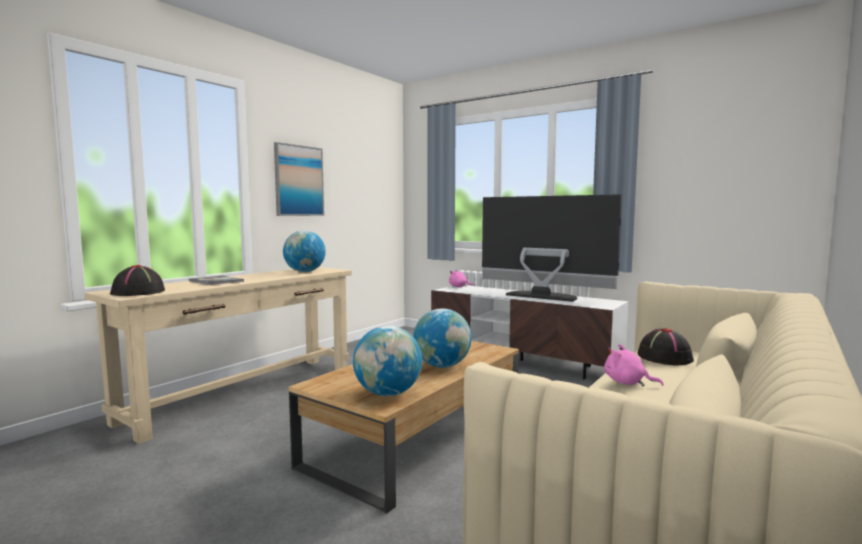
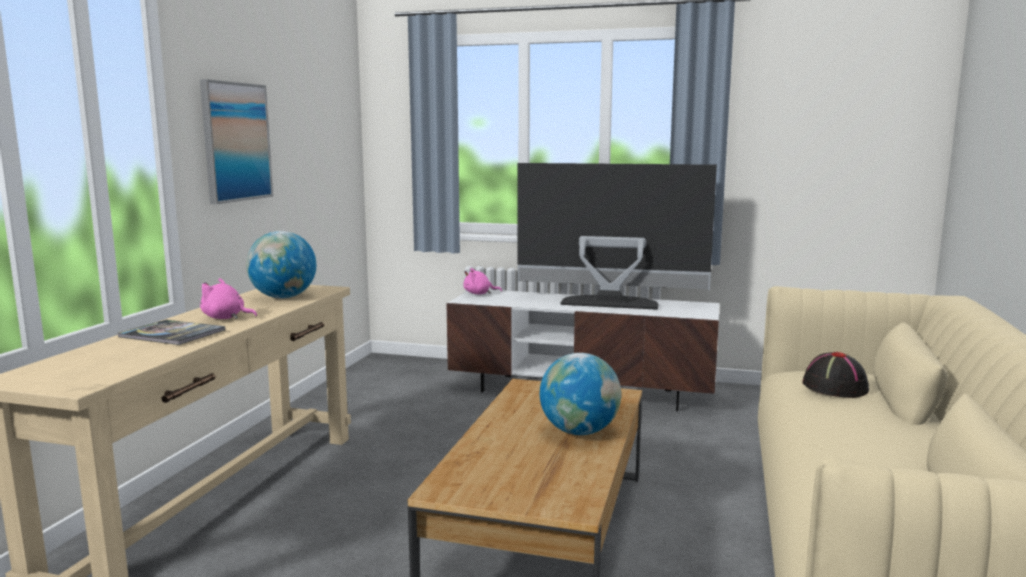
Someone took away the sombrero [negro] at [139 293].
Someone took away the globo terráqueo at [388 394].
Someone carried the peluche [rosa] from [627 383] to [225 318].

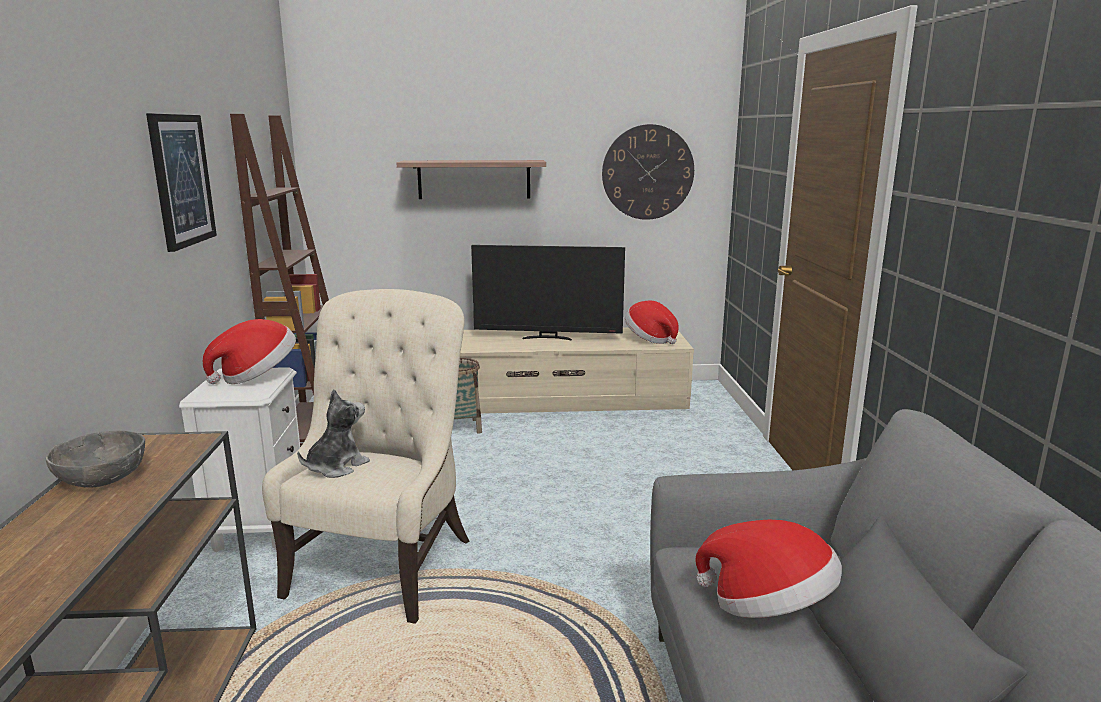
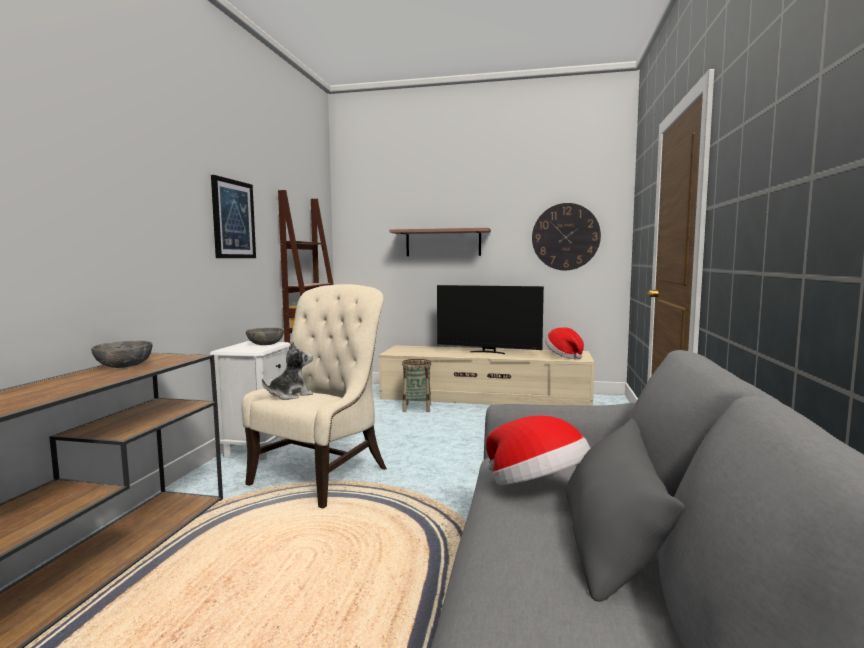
Someone swapped the sombrero at [257 376] for the cuenco [gris] at [265 344].

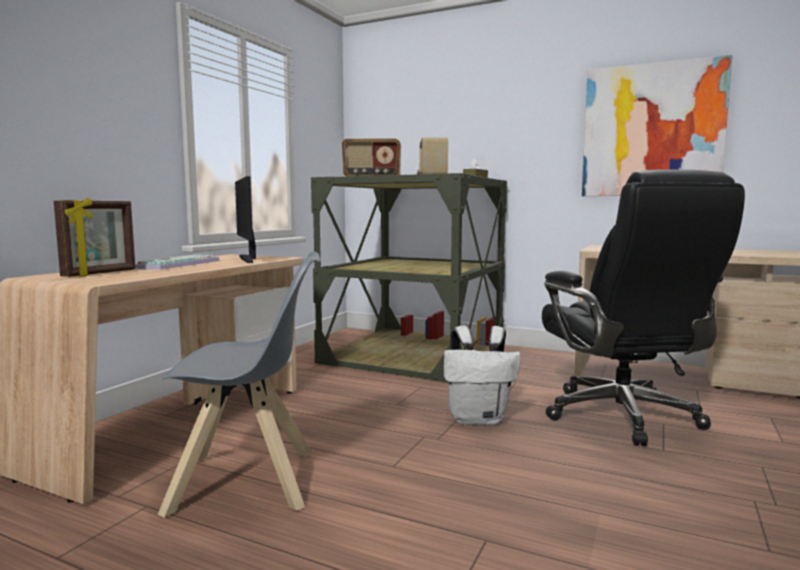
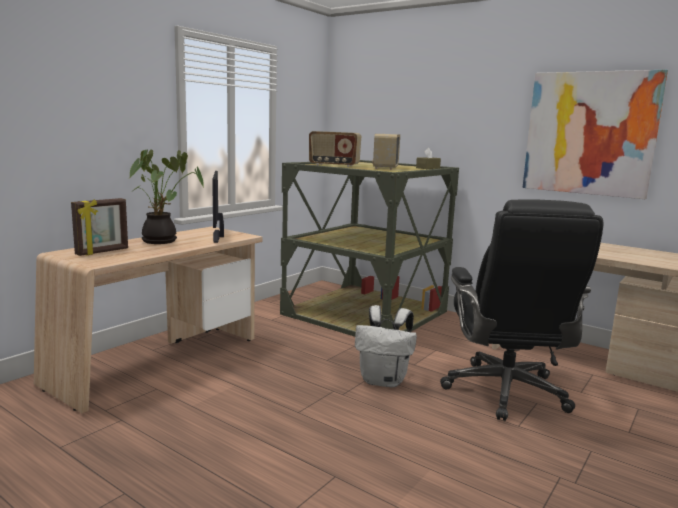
Someone took away the silla [gris] at [249 481].
Someone swapped the teclado at [178 264] for the planta en maceta at [163 241].

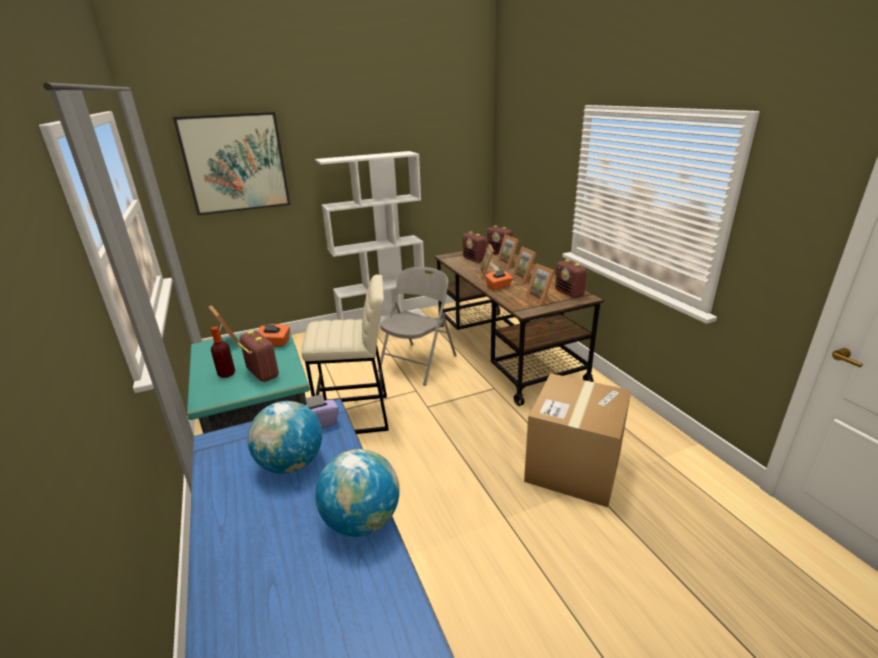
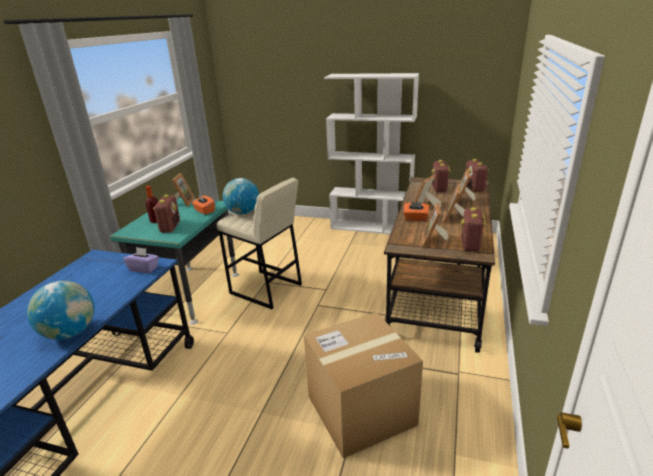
Someone took away the cuadro at [235 163].
Someone took away the silla [gris] at [418 363].
Someone carried the globo terráqueo from [291 464] to [243 212].

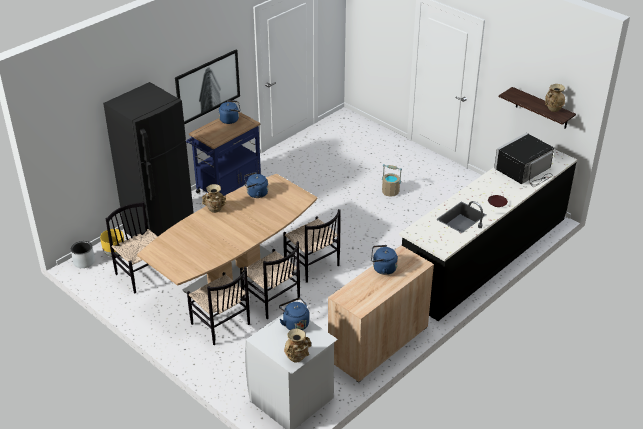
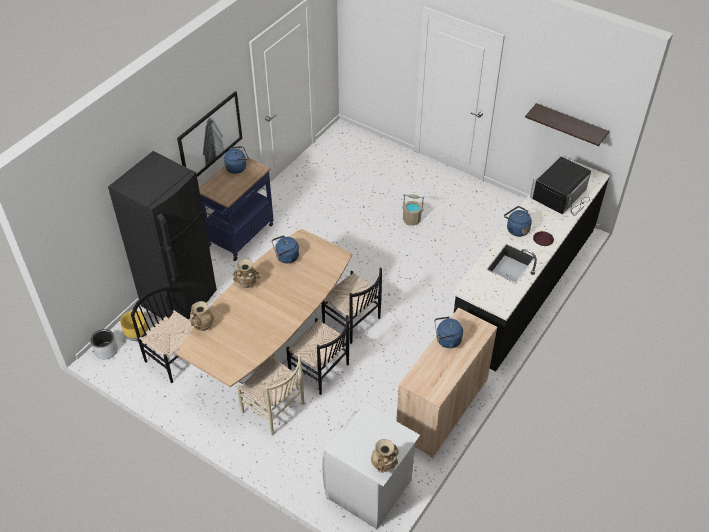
Someone carried the hervidor [azul] from [295 323] to [516 229].
Someone carried the florero [beis] from [553 109] to [202 326].
Someone repainted the silla [negro] at [222 326], which became the silla [beis] at [275 410].

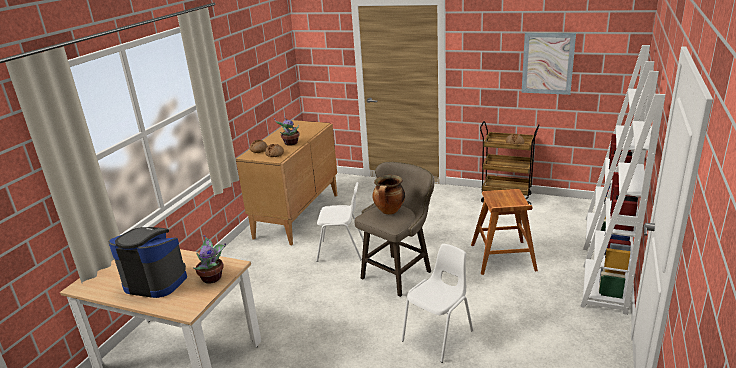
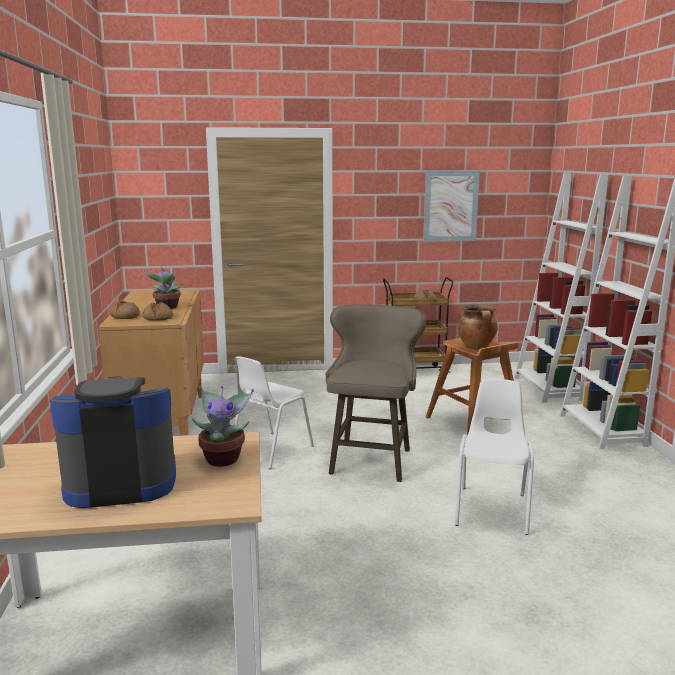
Someone carried the olla from [389 211] to [477 348].
Someone rotated the silla [blanco] at [341 251] by 150 degrees clockwise.

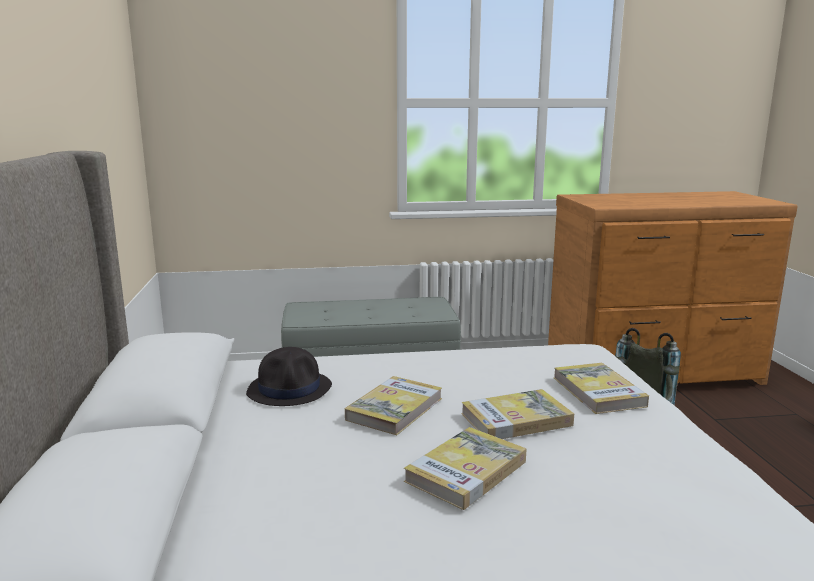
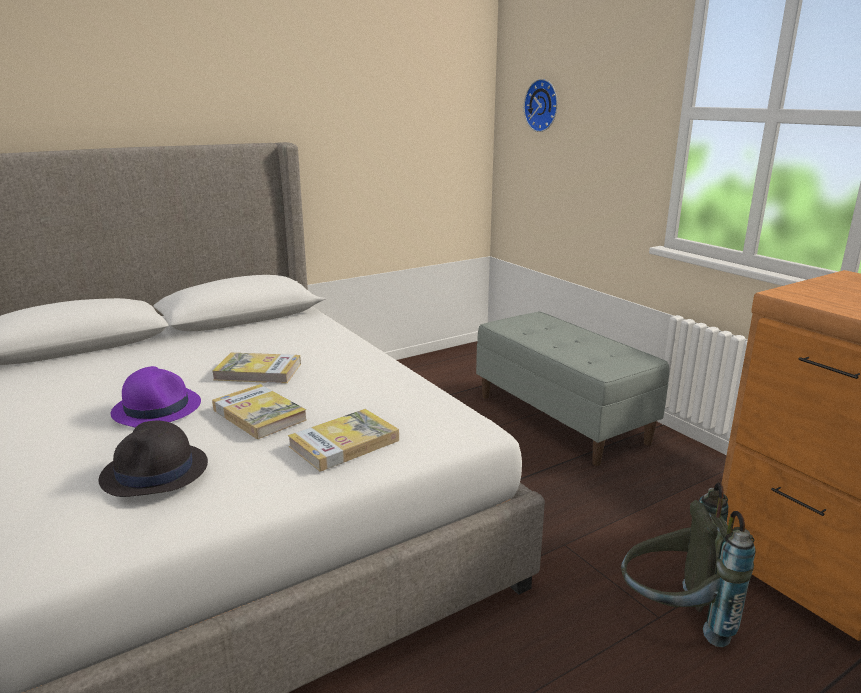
Someone put up the reloj de pared at [543 105].
Someone carried the sombrero [negro] from [290 389] to [155 472].
Someone swapped the libro at [466 471] for the sombrero [morado] at [157 408].

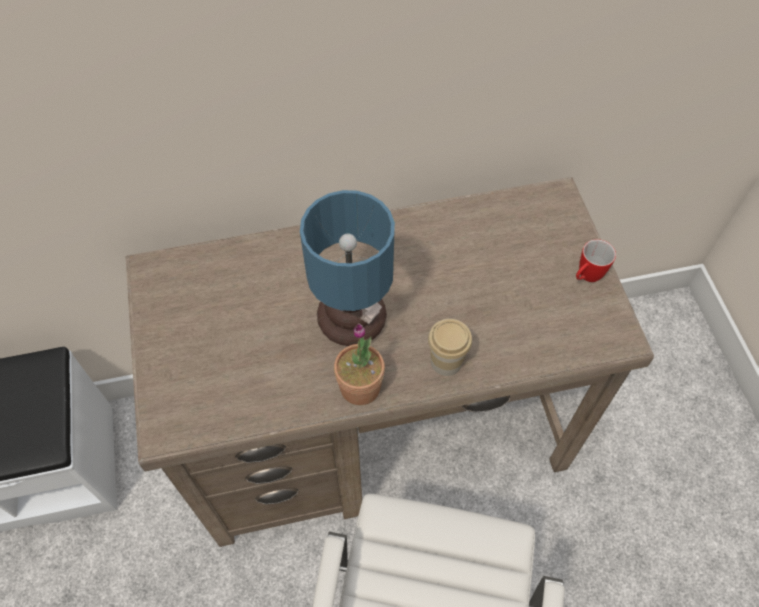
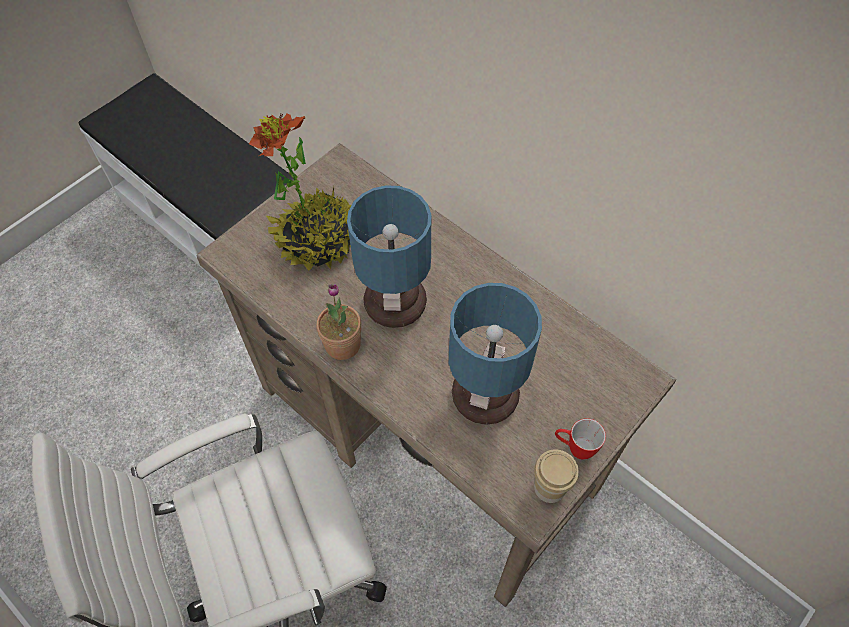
Someone put down the planta en maceta at [318 240].
Someone put down the lámpara de mesa at [485 398].
Someone carried the taza from [446 361] to [549 487].

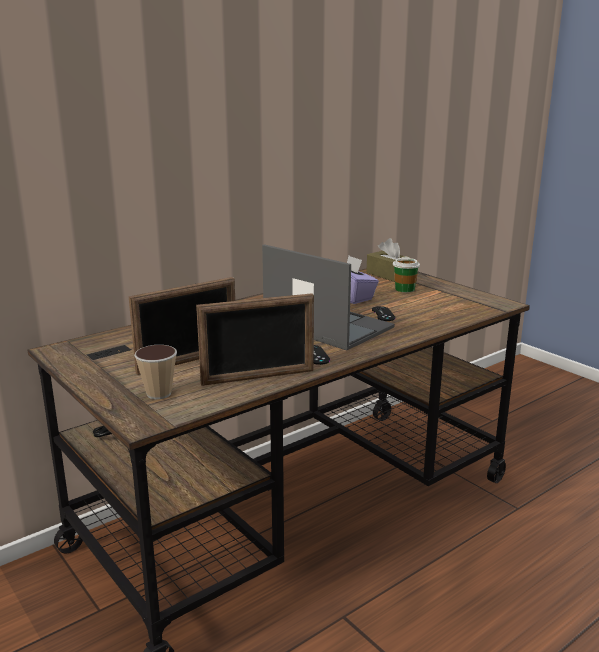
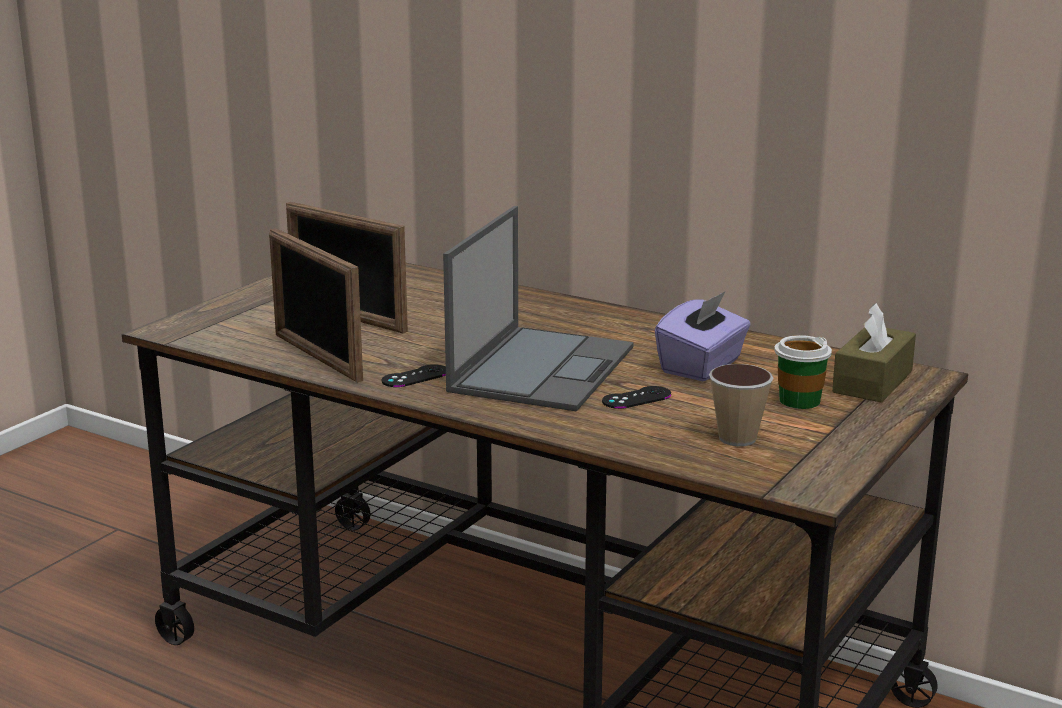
Someone carried the taza from [159 393] to [737 438].

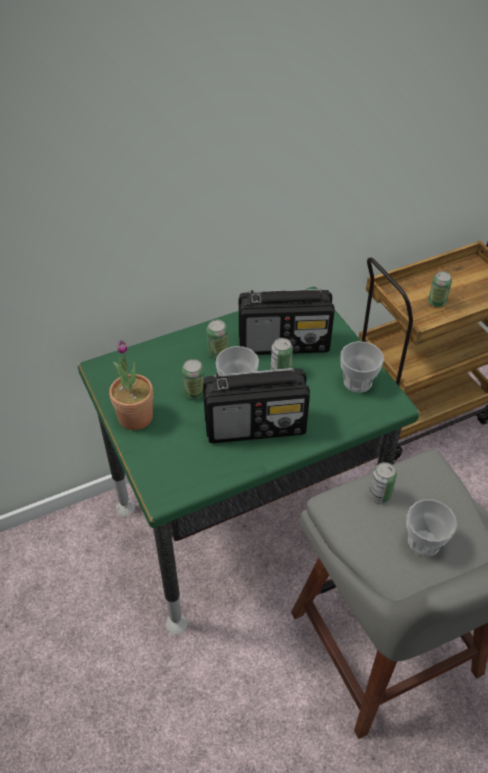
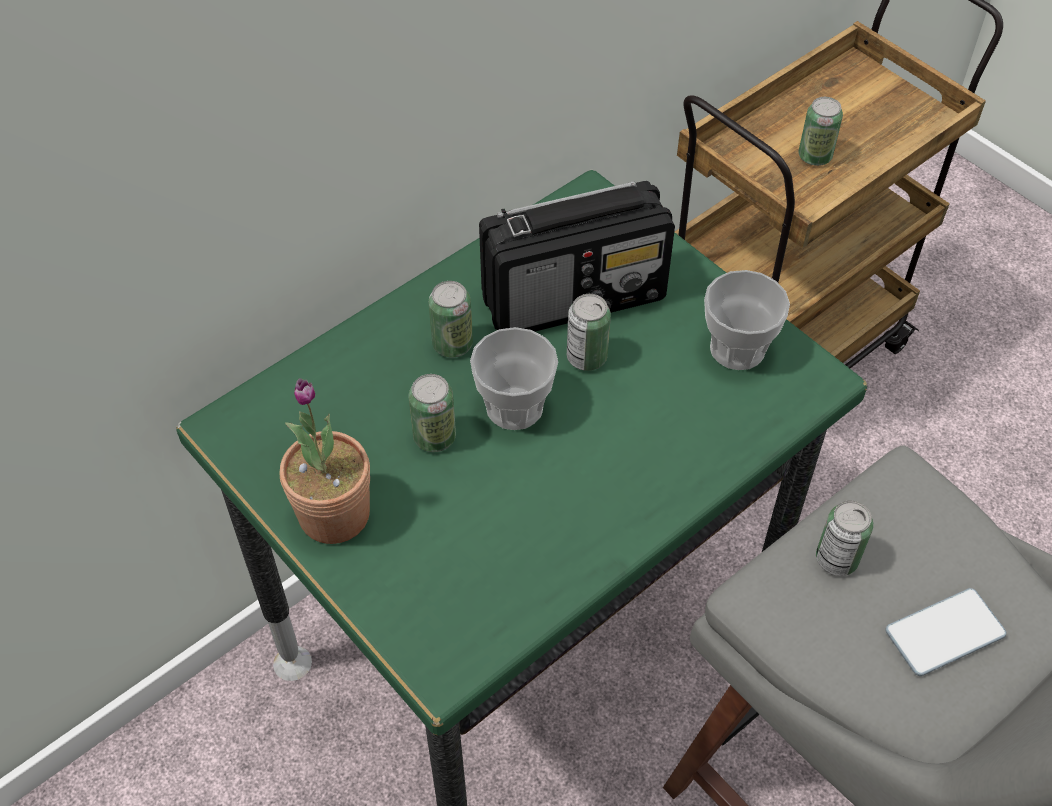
Someone took away the radio at [256 426].
Someone swapped the taza at [424 542] for the móvil at [944 633].

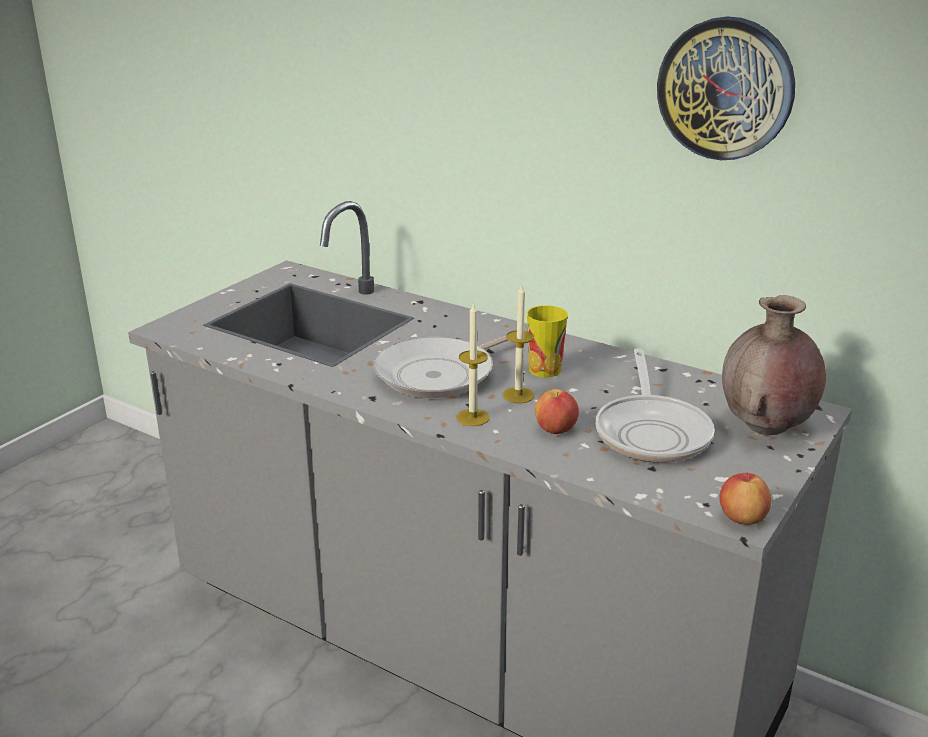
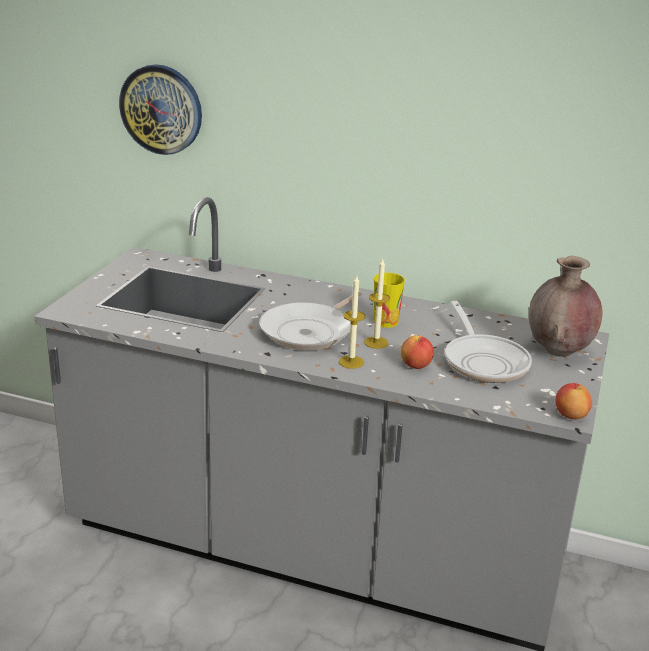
Someone carried the reloj de pared from [725 89] to [161 109].

